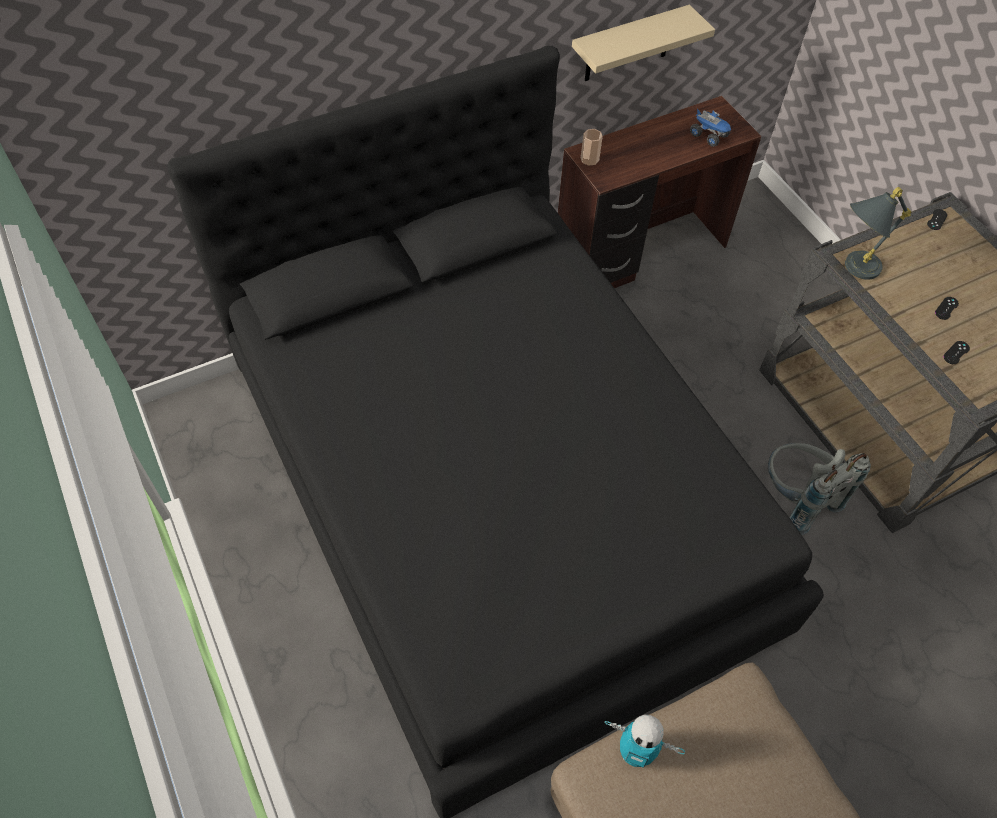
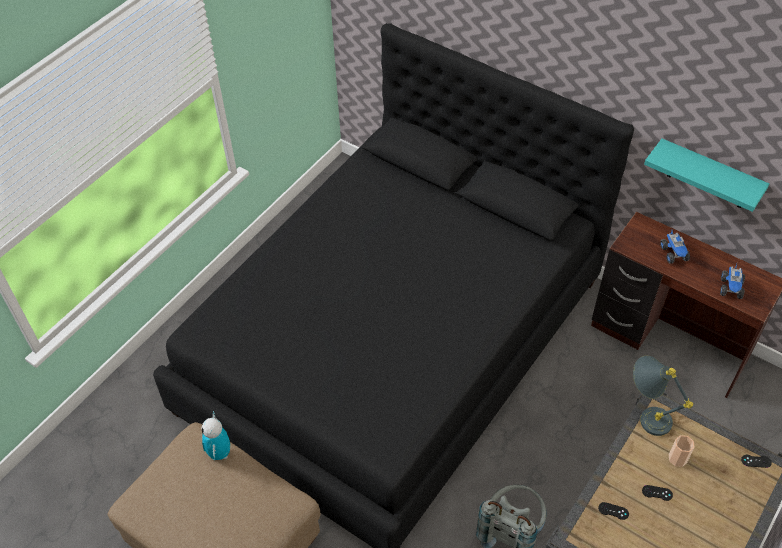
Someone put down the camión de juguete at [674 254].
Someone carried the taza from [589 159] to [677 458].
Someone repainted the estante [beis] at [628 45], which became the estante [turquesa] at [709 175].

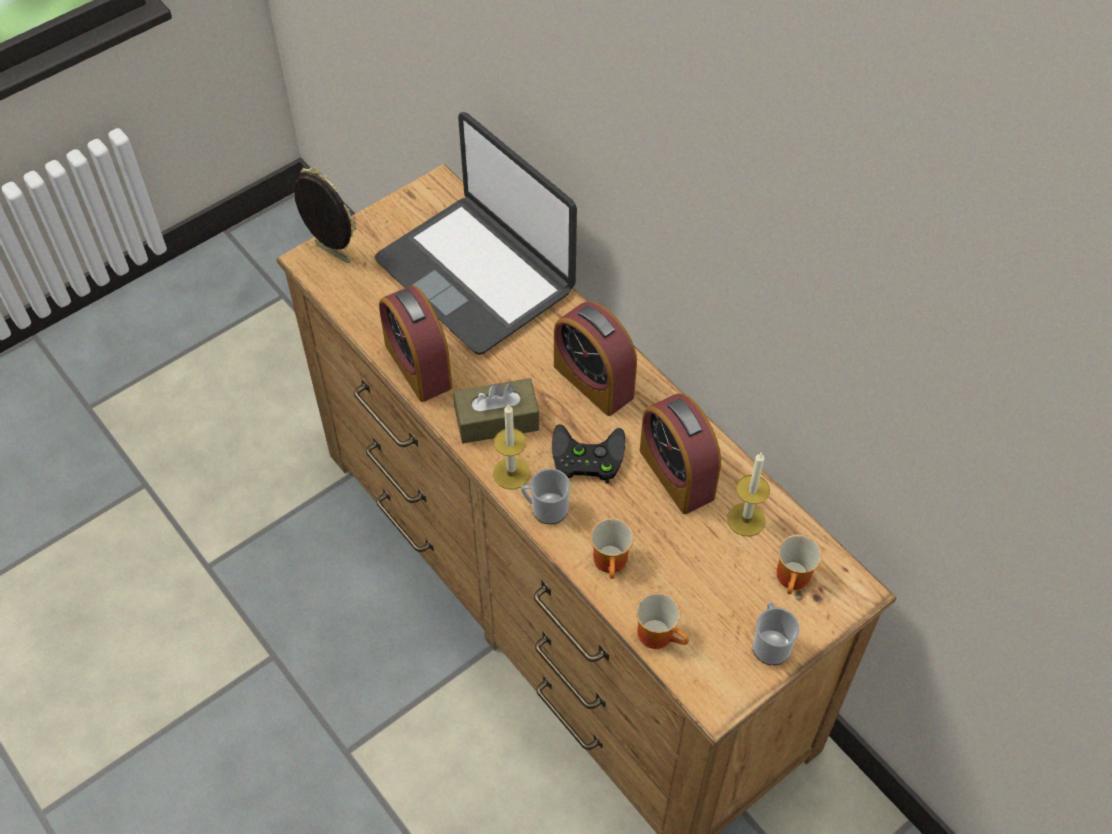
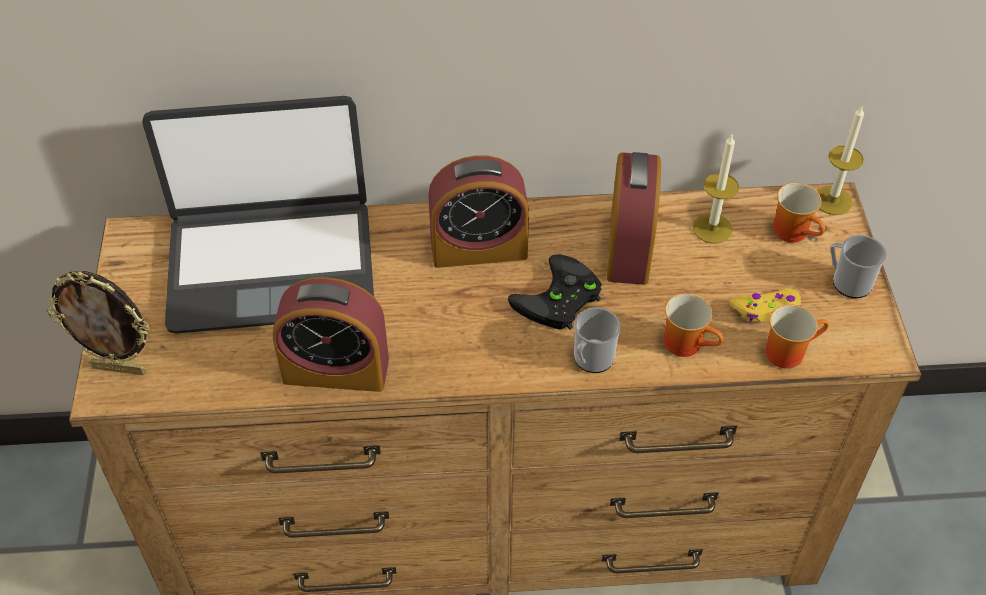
Someone took away the caja de pañuelos [marrón] at [497 420].
Someone put down the mando de consola [amarillo] at [766 310].
Someone carried the vela from [511 473] to [832 200].
Someone rotated the portarretratos at [331 254] by 150 degrees counterclockwise.
Someone rotated the despertador at [676 474] by 90 degrees counterclockwise.

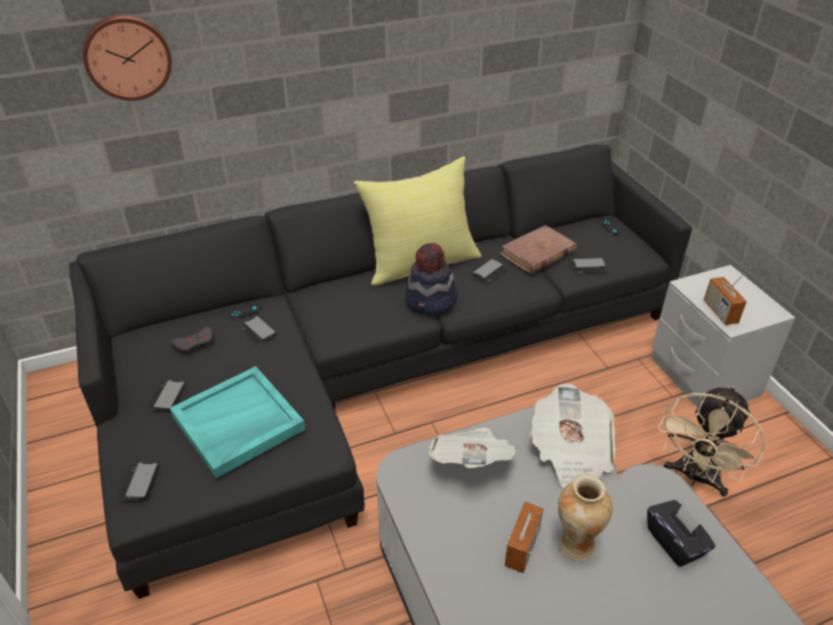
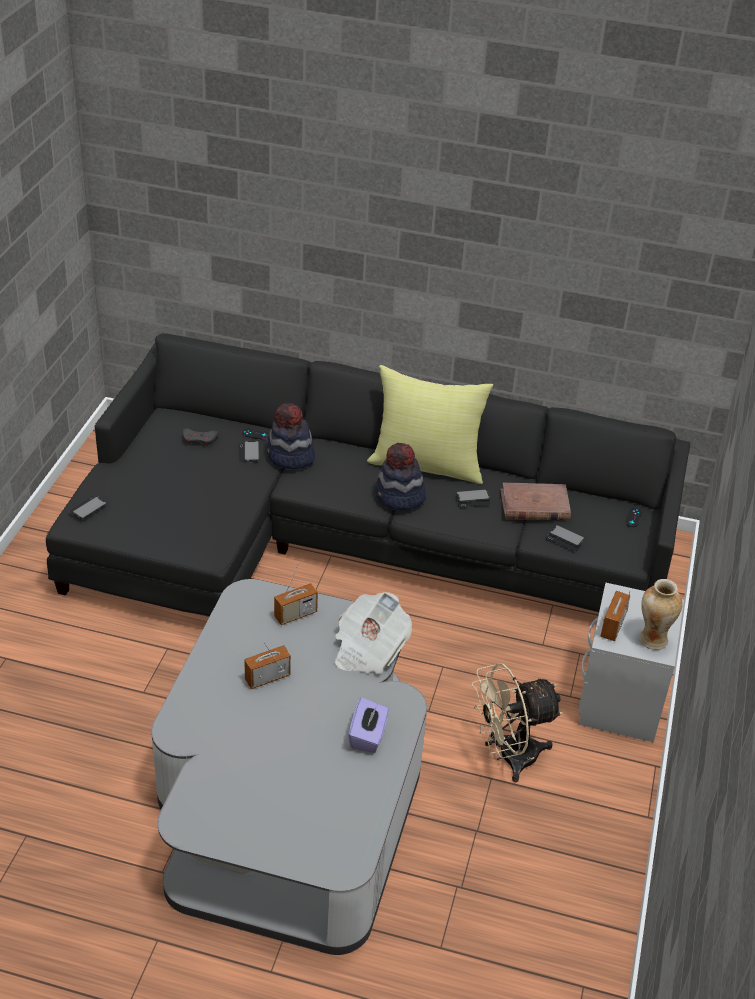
Someone took away the reloj de pared at [127 57].
Someone took away the móvil at [166 396].
Someone took away the bandeja [turquesa] at [237 424].
Someone put down the sombrero at [290 457].
Someone carried the florero from [575 546] to [652 640].
Someone swapped the periódico at [471 462] for the radio at [295 615].
Someone repainted the caja de pañuelos [negro] at [675 542], which became the caja de pañuelos [morado] at [368 736].

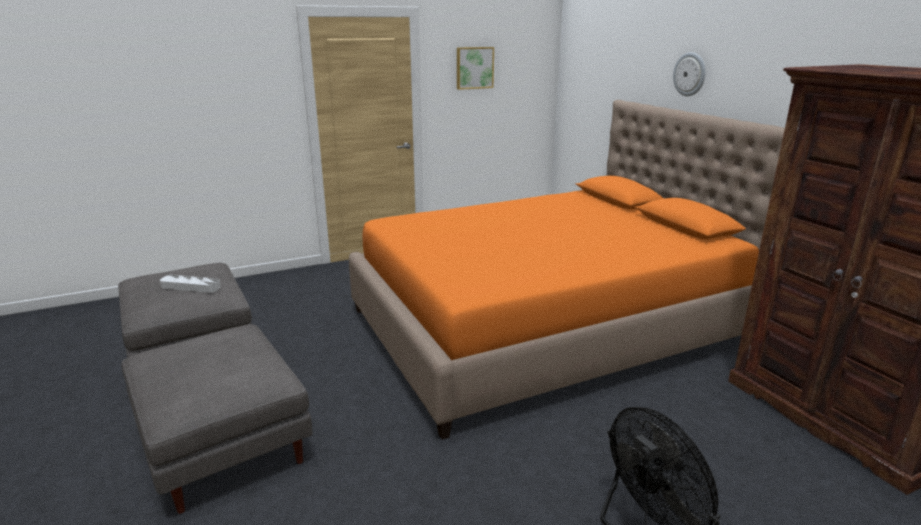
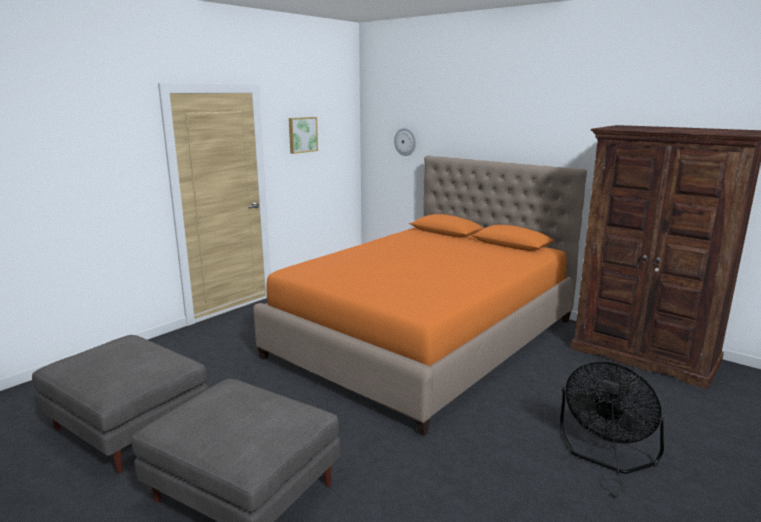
Someone took away the bandeja [gris] at [191 287].
Someone carried the reloj de pared from [690 74] to [405 141].

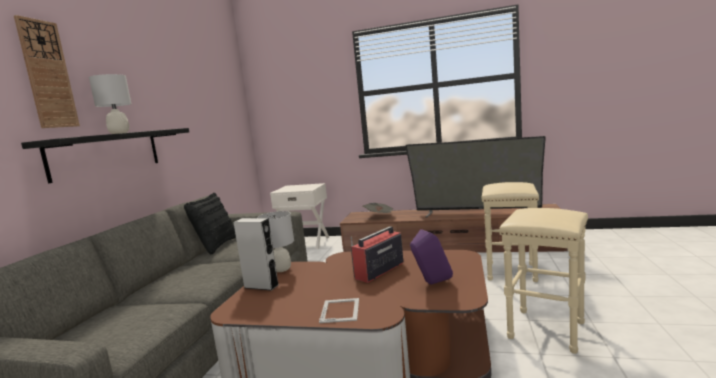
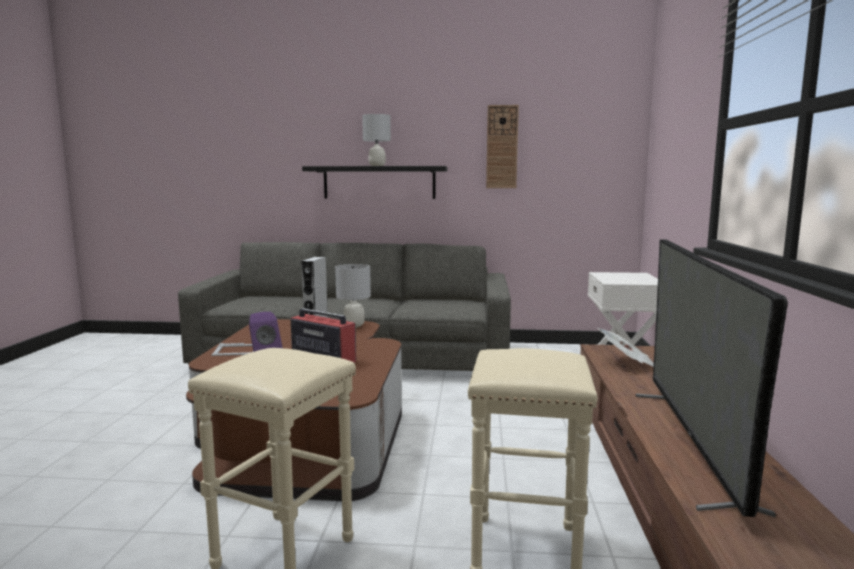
Someone took away the cojín [negro] at [217 246].
Someone carried the reloj de pared from [47 74] to [502 147].

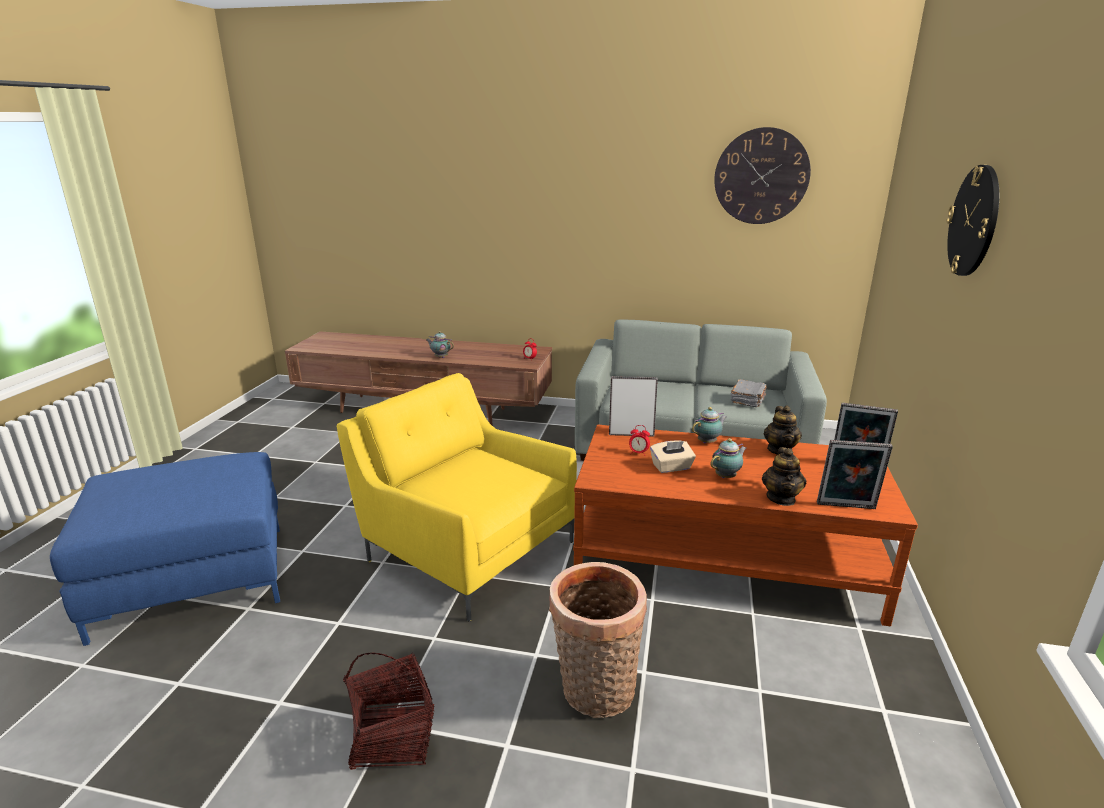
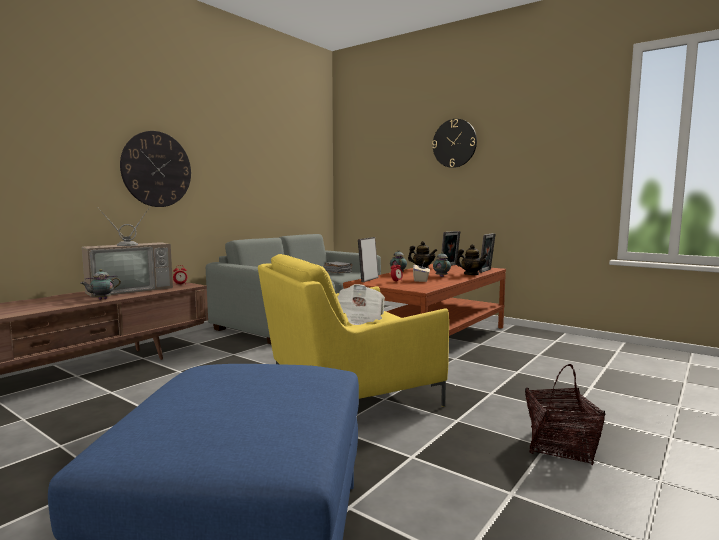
Someone took away the cesta at [594 693].
Someone put down the televisor at [129 289].
Someone put down the periódico at [360 318].
Someone carried the reloj de pared from [761 176] to [157 169].

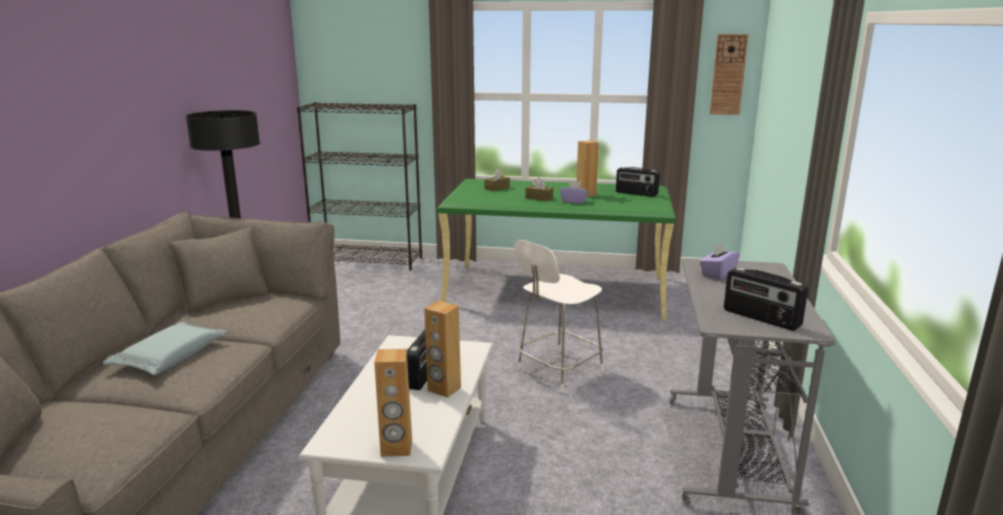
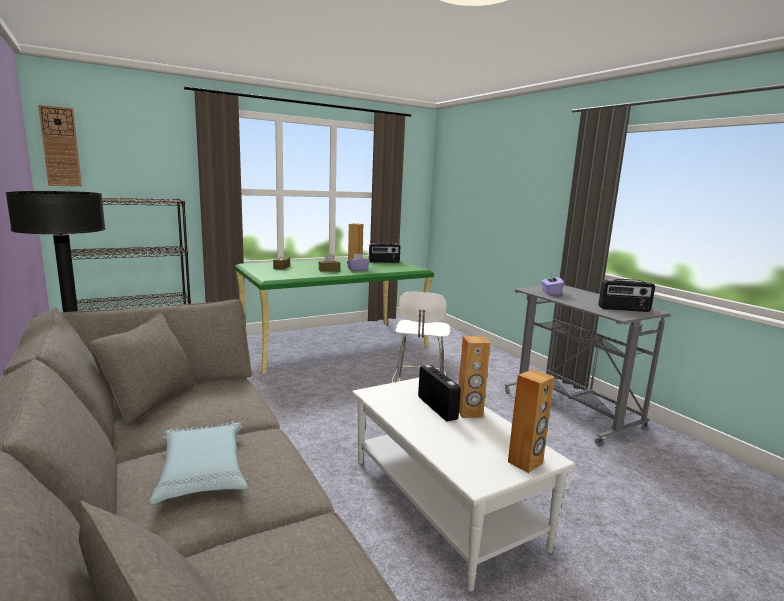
Someone carried the reloj de pared from [728 74] to [60 147].

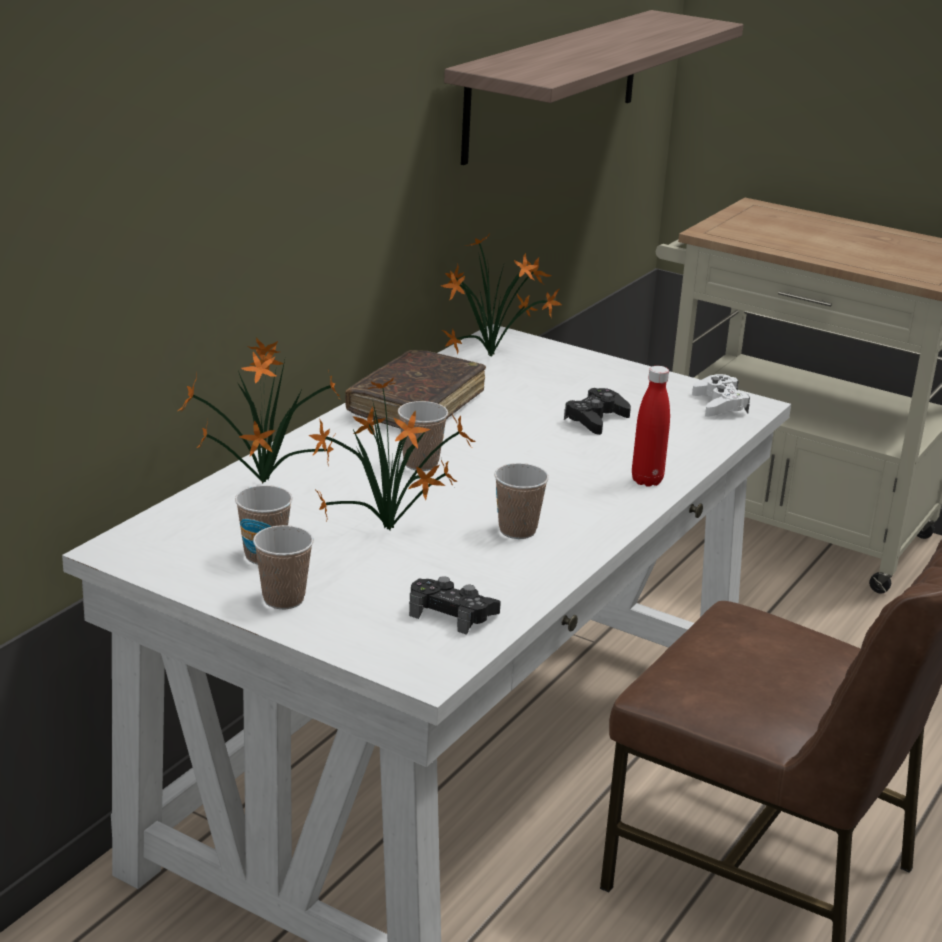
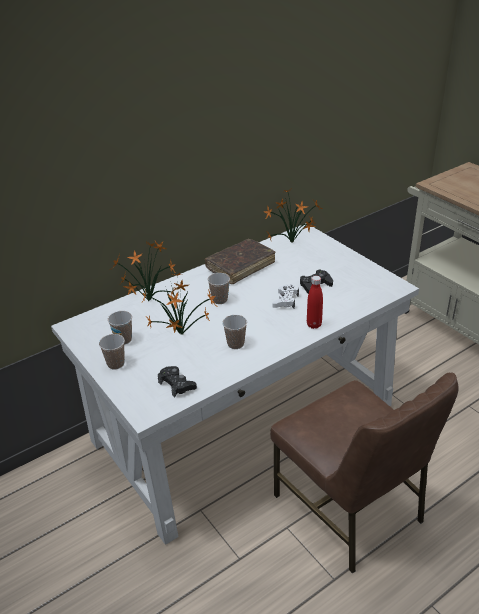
Someone took away the estante at [554 83].
Someone carried the mando de consola [blanco] from [719 405] to [285 300].

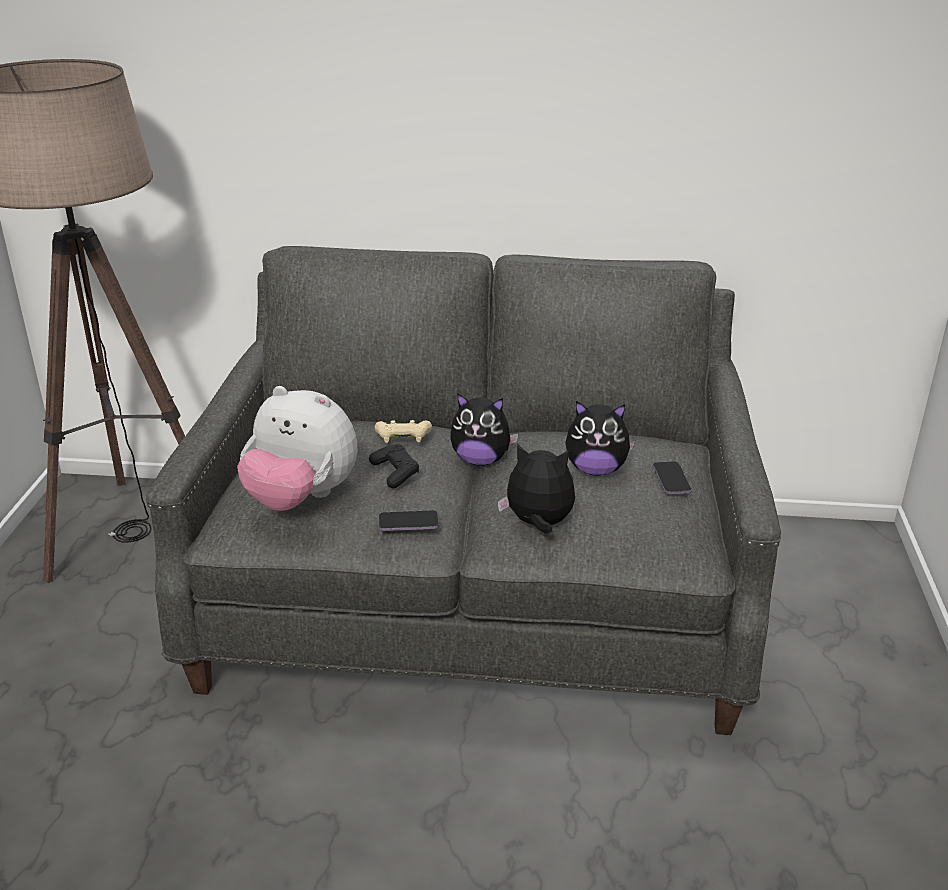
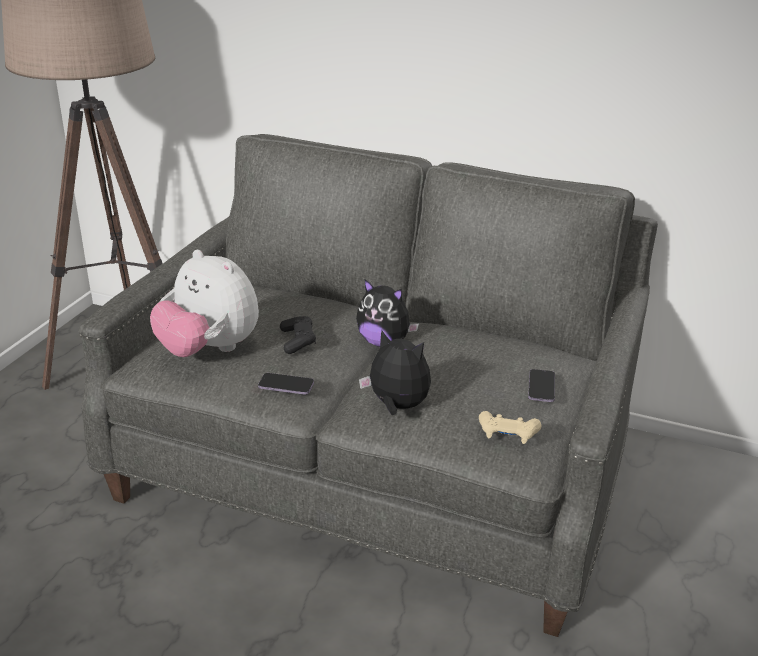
Someone took away the peluche at [596 469].
Someone carried the mando de consola [beis] from [403 438] to [507 434].

